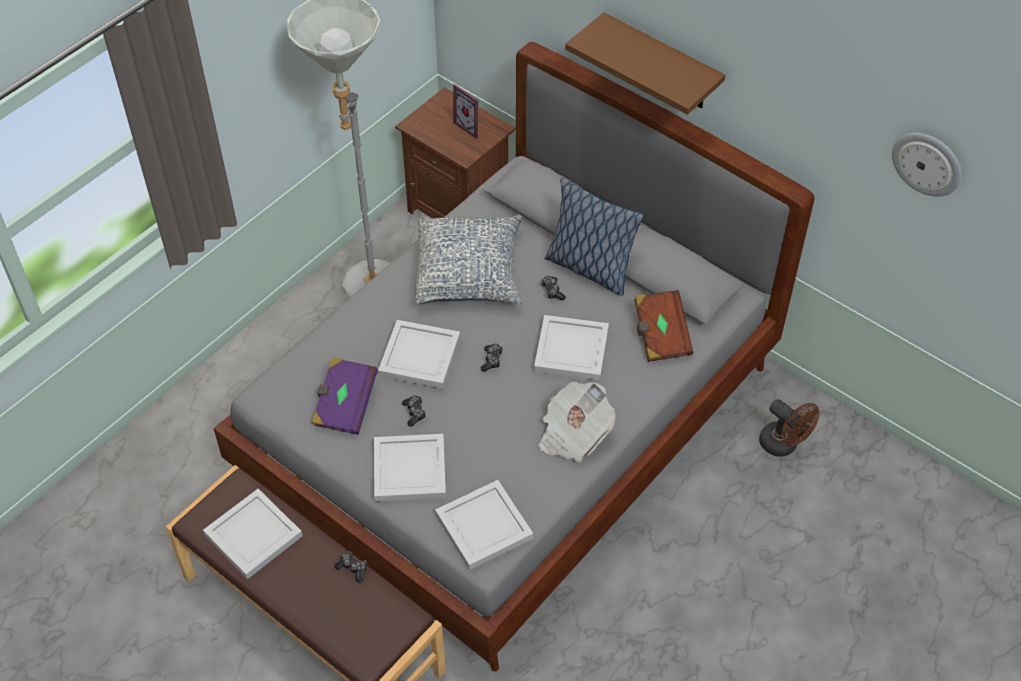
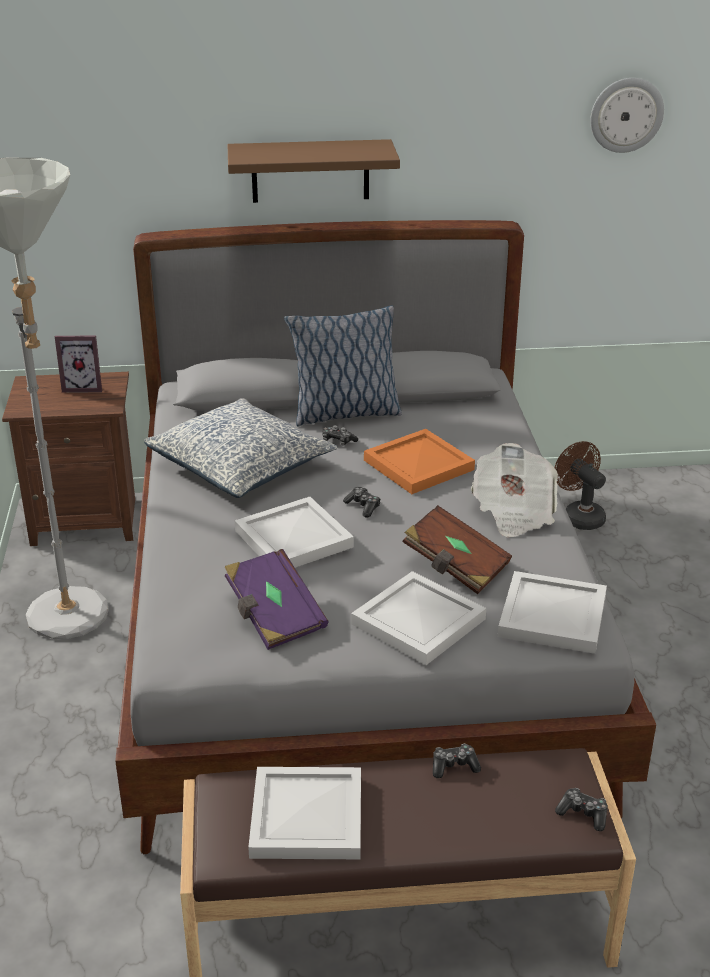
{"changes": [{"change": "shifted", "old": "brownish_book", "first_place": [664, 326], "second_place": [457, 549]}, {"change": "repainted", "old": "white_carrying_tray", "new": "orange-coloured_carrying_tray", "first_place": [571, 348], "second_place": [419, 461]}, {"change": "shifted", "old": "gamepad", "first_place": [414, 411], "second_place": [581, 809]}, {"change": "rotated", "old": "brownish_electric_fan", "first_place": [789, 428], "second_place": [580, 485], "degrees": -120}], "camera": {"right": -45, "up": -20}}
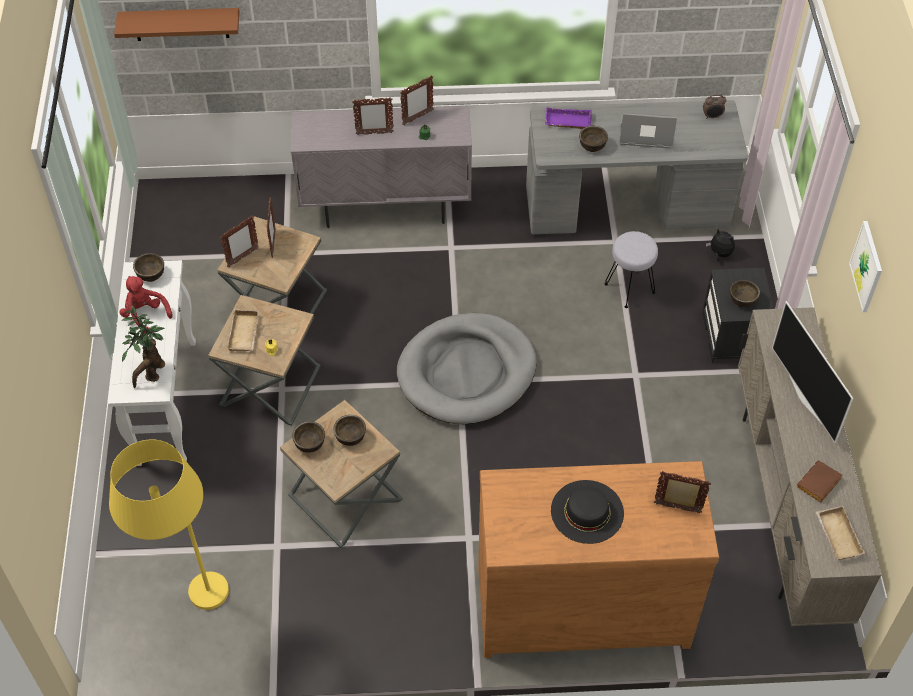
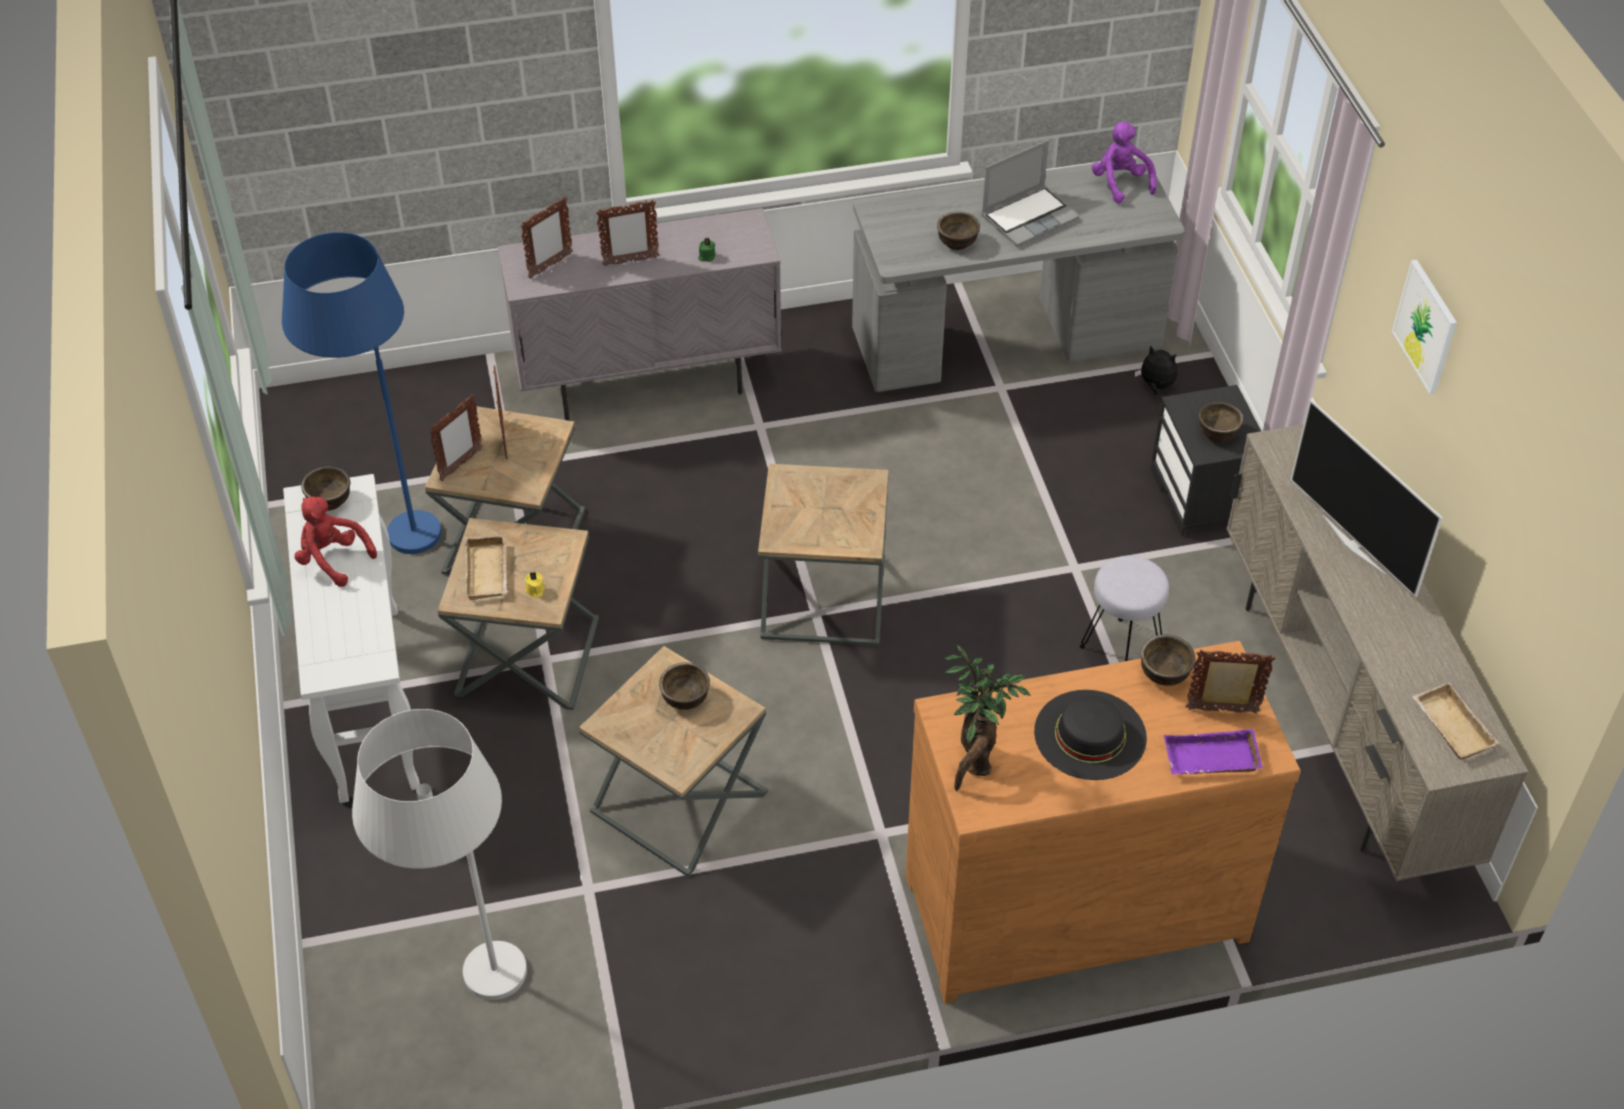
{"changes": [{"change": "gone", "old": "brownish_shelf", "first_place": [176, 24]}, {"change": "shifted", "old": "standing_frame", "first_place": [417, 100], "second_place": [546, 237]}, {"change": "swapped", "old": "table_clock", "new": "purple-coloured_cuddly_toy", "first_place": [714, 106], "second_place": [1124, 163]}, {"change": "shifted", "old": "purple-coloured_carrying_tray", "first_place": [568, 118], "second_place": [1213, 752]}, {"change": "rotated", "old": "notebook_computer", "first_place": [648, 130], "second_place": [1030, 193], "degrees": 150}, {"change": "shifted", "old": "gray_stool", "first_place": [631, 269], "second_place": [1124, 608]}, {"change": "shifted", "old": "plant_in_a_pot", "first_place": [143, 346], "second_place": [987, 718]}, {"change": "swapped", "old": "gray_dog_cushion", "new": "brownish_end_table", "first_place": [467, 368], "second_place": [823, 555]}, {"change": "shifted", "old": "brownish_serving_bowl", "first_place": [308, 437], "second_place": [1168, 660]}, {"change": "repainted", "old": "yellow-coloured_floor_lamp", "new": "white_floor_lamp", "first_place": [169, 524], "second_place": [439, 854]}, {"change": "gone", "old": "brownish_book", "first_place": [819, 481]}, {"change": "new", "new": "blue-coloured_floor_lamp", "second_place": [361, 393]}], "camera": {"right": -10, "up": -5}}
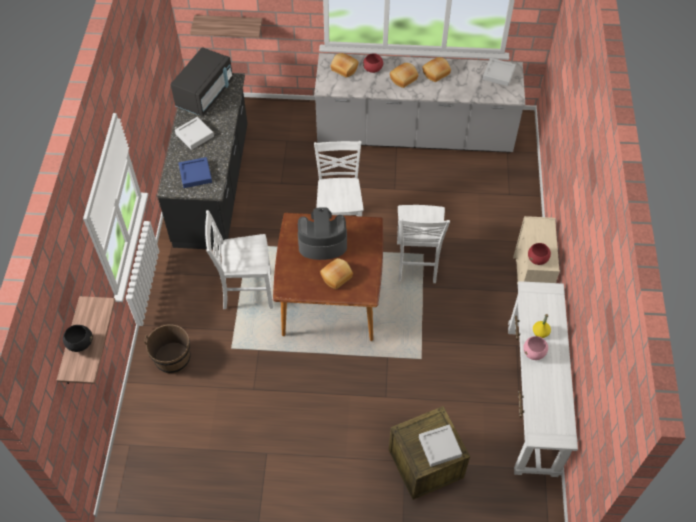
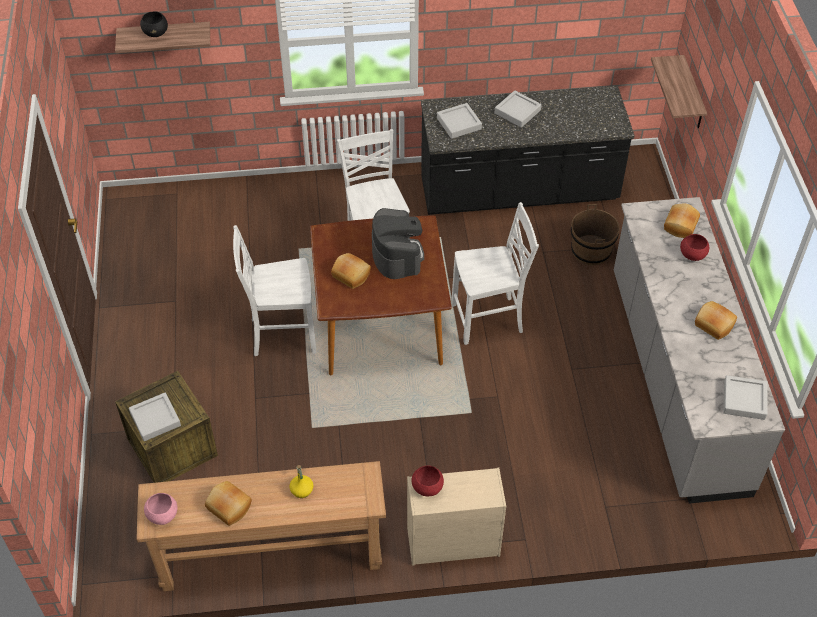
{"changes": [{"change": "gone", "old": "black-coloured_microwave_oven", "first_place": [202, 81]}, {"change": "shifted", "old": "bakery_bread", "first_place": [404, 75], "second_place": [228, 503]}, {"change": "repainted", "old": "blue-coloured_carrying_tray", "new": "gray_carrying_tray", "first_place": [195, 172], "second_place": [459, 121]}, {"change": "shifted", "old": "white_chair", "first_place": [423, 244], "second_place": [275, 290]}, {"change": "repainted", "old": "white_hall_table", "new": "brownish_hall_table", "first_place": [543, 379], "second_place": [261, 526]}, {"change": "shifted", "old": "brownish_pail", "first_place": [167, 349], "second_place": [595, 234]}, {"change": "shifted", "old": "pink-coloured_serving_bowl", "first_place": [535, 348], "second_place": [160, 509]}], "camera": {"right": 80, "up": -5}}
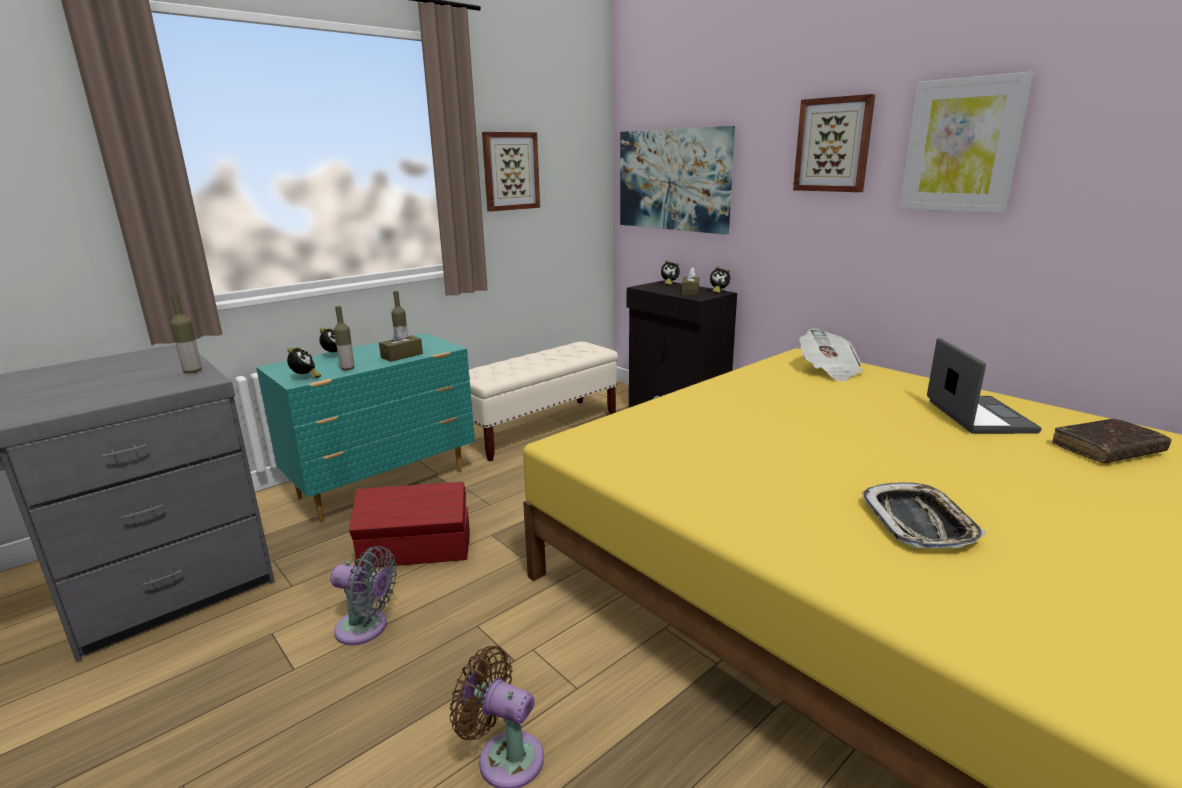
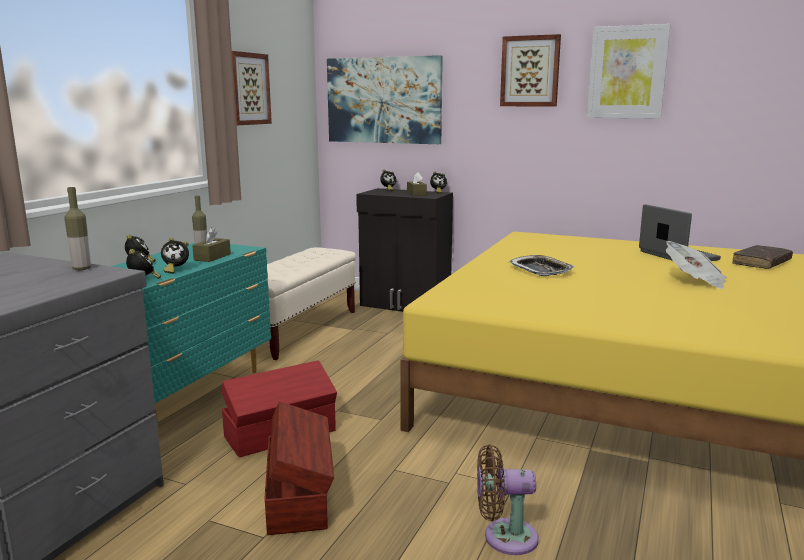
{"changes": [{"change": "swapped", "old": "drink_bottle", "new": "table_clock", "first_place": [344, 338], "second_place": [175, 256]}, {"change": "shifted", "old": "newspaper", "first_place": [831, 355], "second_place": [696, 265]}, {"change": "shifted", "old": "carrying_tray", "first_place": [924, 515], "second_place": [541, 265]}, {"change": "swapped", "old": "gray_electric_fan", "new": "brownish_storage_bin", "first_place": [363, 595], "second_place": [299, 468]}], "camera": {"right": -25, "up": -5}}
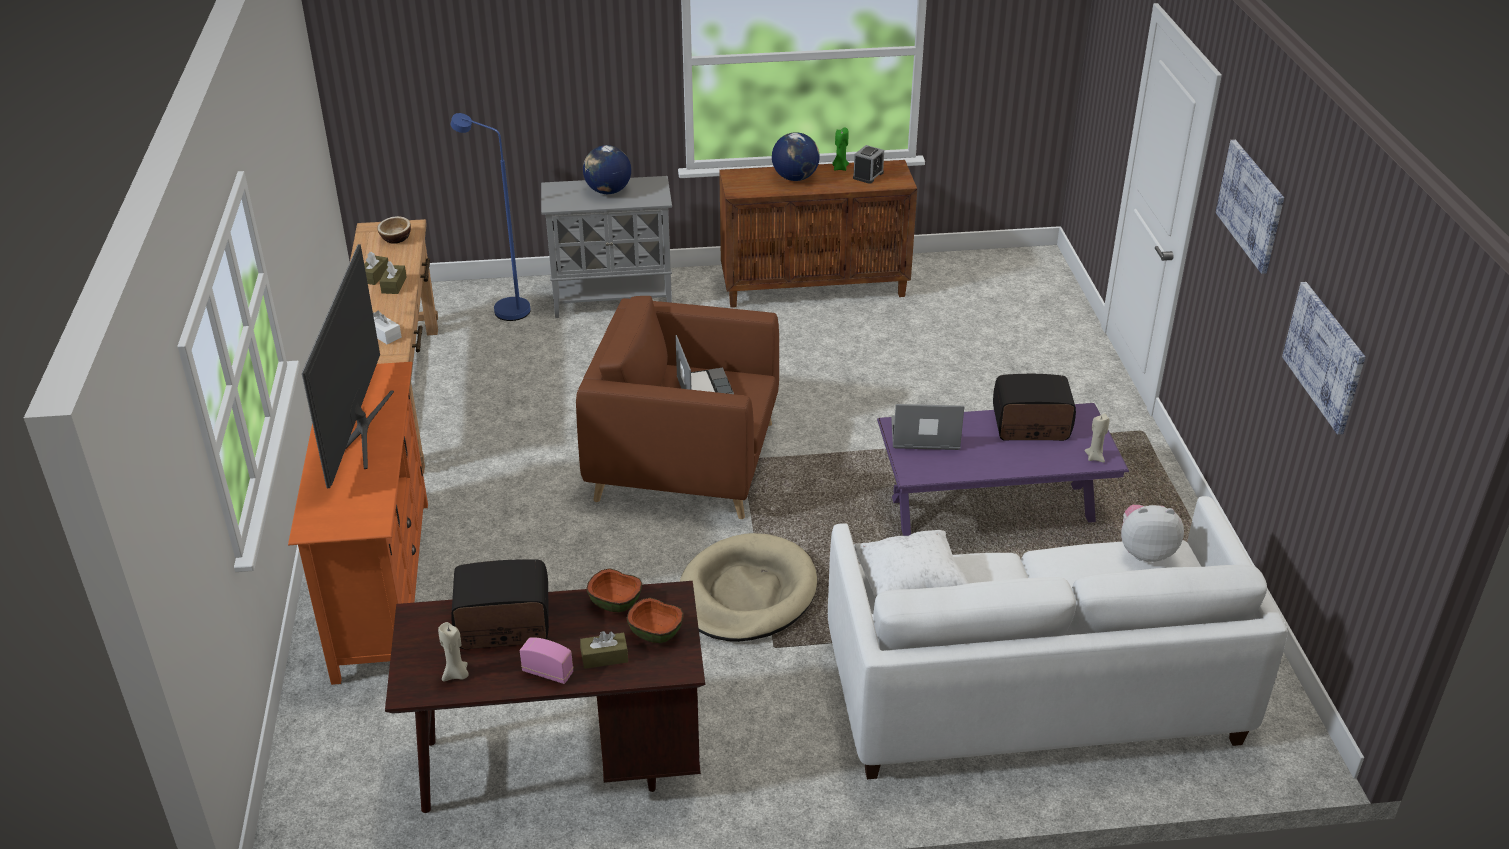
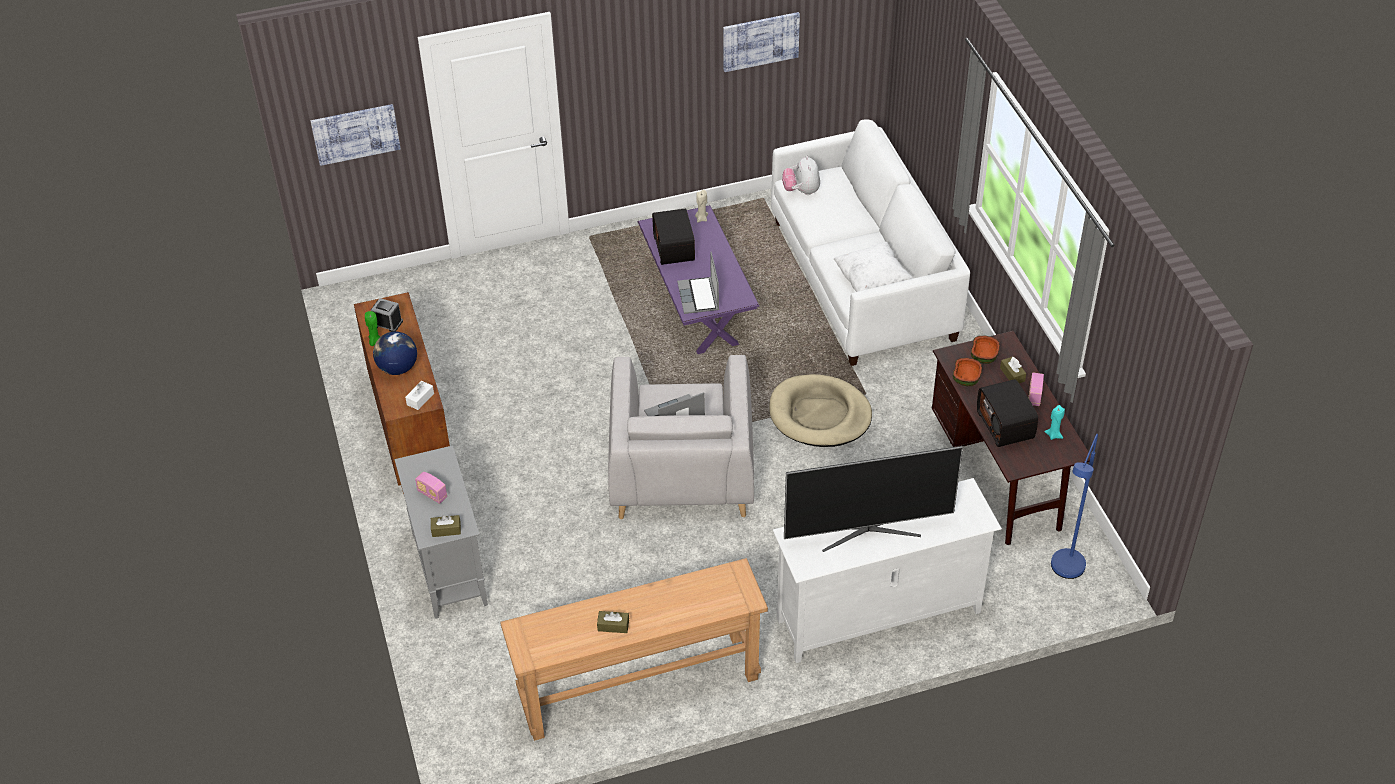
{"changes": [{"change": "shifted", "old": "blue-coloured_floor_lamp", "first_place": [491, 217], "second_place": [1074, 506]}, {"change": "shifted", "old": "wall_art", "first_place": [1250, 207], "second_place": [355, 135]}, {"change": "swapped", "old": "desk_globe", "new": "radio_receiver", "first_place": [607, 169], "second_place": [431, 488]}, {"change": "gone", "old": "serving_bowl", "first_place": [394, 230]}, {"change": "shifted", "old": "brownish_tissue_holder", "first_place": [393, 277], "second_place": [446, 526]}, {"change": "repainted", "old": "brownish_lounge_chair", "new": "gray_lounge_chair", "first_place": [677, 407], "second_place": [681, 437]}, {"change": "shifted", "old": "white_tissue_holder", "first_place": [387, 327], "second_place": [419, 395]}, {"change": "repainted", "old": "orange-coloured_tv_stand", "new": "white_tv_stand", "first_place": [358, 523], "second_place": [887, 570]}, {"change": "repainted", "old": "sand-coloured_candle", "new": "blue-green_candle", "first_place": [453, 651], "second_place": [1054, 422]}], "camera": {"right": -100, "up": 10}}
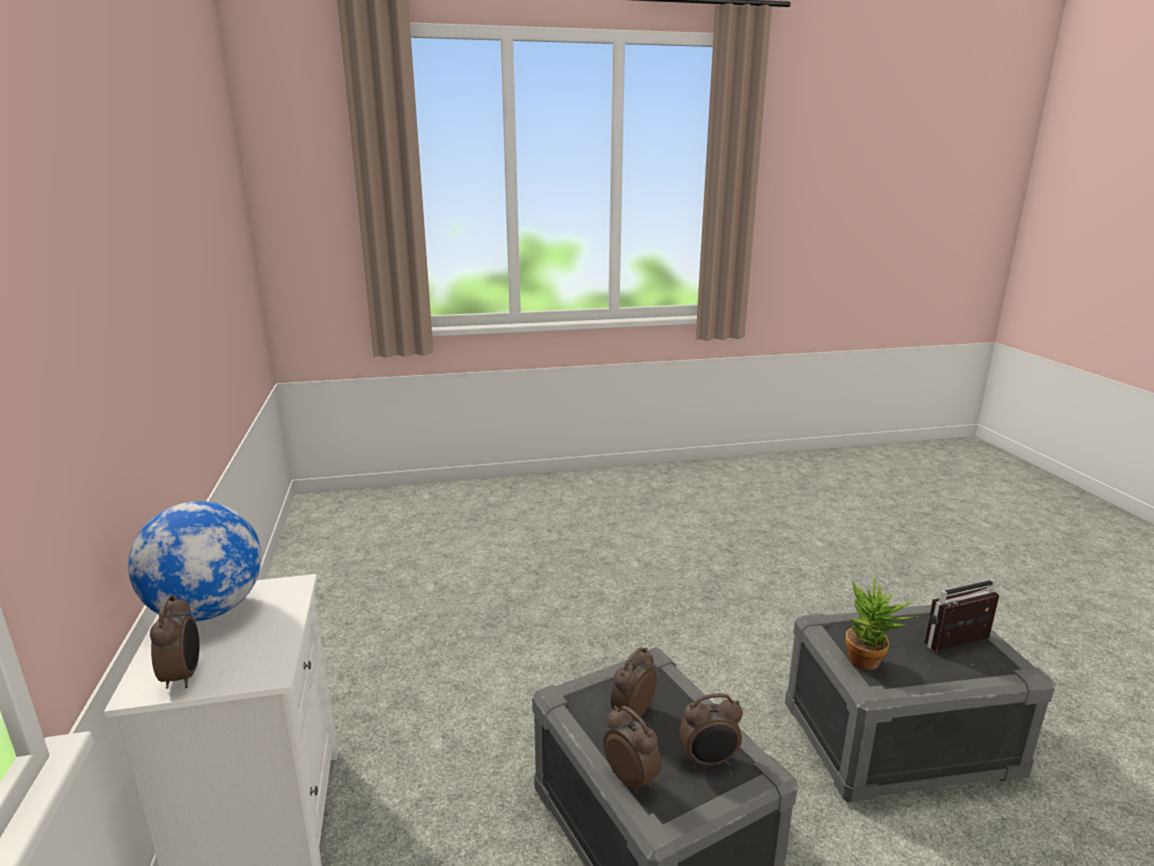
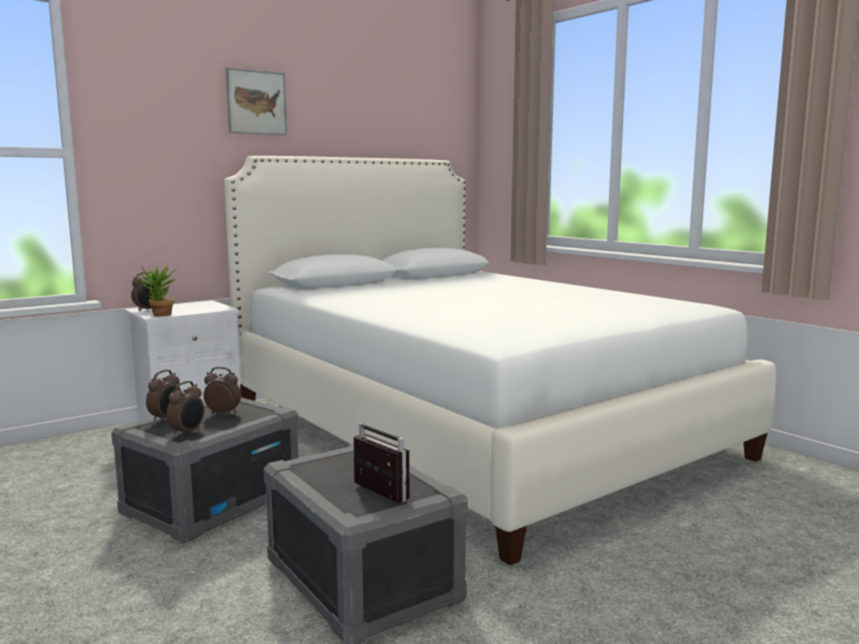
{"changes": [{"change": "gone", "old": "desk_globe", "first_place": [195, 561]}, {"change": "shifted", "old": "plant_in_a_pot", "first_place": [882, 623], "second_place": [158, 291]}, {"change": "rotated", "old": "table_clock", "first_place": [711, 730], "second_place": [185, 409], "degrees": -120}, {"change": "new", "new": "wall_art", "second_place": [256, 101]}, {"change": "new", "new": "white_bed", "second_place": [500, 360]}], "camera": {"right": 65, "up": -10}}
